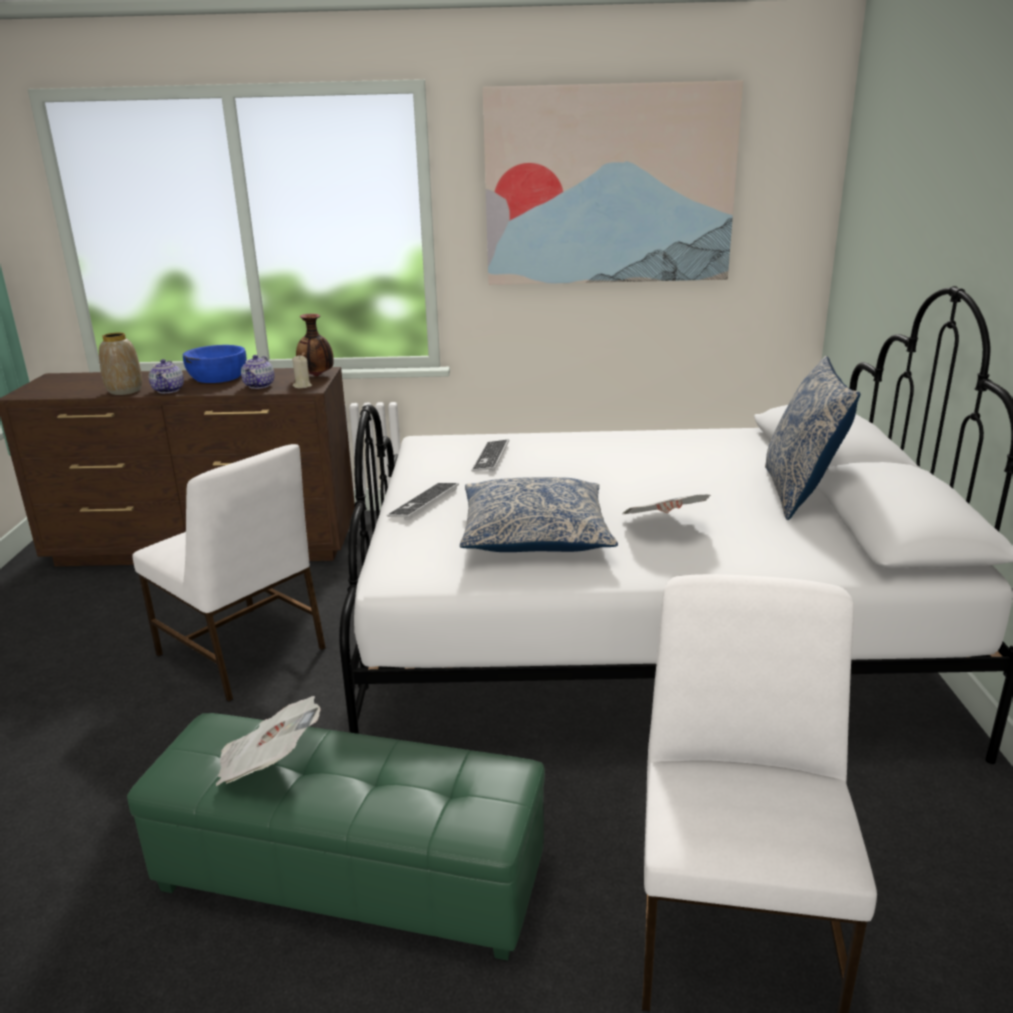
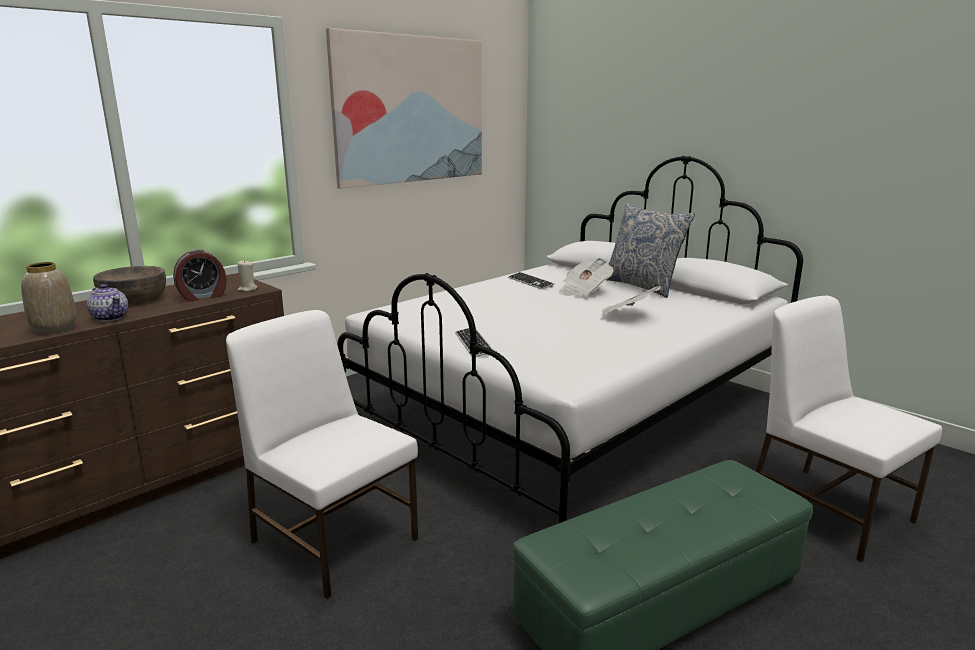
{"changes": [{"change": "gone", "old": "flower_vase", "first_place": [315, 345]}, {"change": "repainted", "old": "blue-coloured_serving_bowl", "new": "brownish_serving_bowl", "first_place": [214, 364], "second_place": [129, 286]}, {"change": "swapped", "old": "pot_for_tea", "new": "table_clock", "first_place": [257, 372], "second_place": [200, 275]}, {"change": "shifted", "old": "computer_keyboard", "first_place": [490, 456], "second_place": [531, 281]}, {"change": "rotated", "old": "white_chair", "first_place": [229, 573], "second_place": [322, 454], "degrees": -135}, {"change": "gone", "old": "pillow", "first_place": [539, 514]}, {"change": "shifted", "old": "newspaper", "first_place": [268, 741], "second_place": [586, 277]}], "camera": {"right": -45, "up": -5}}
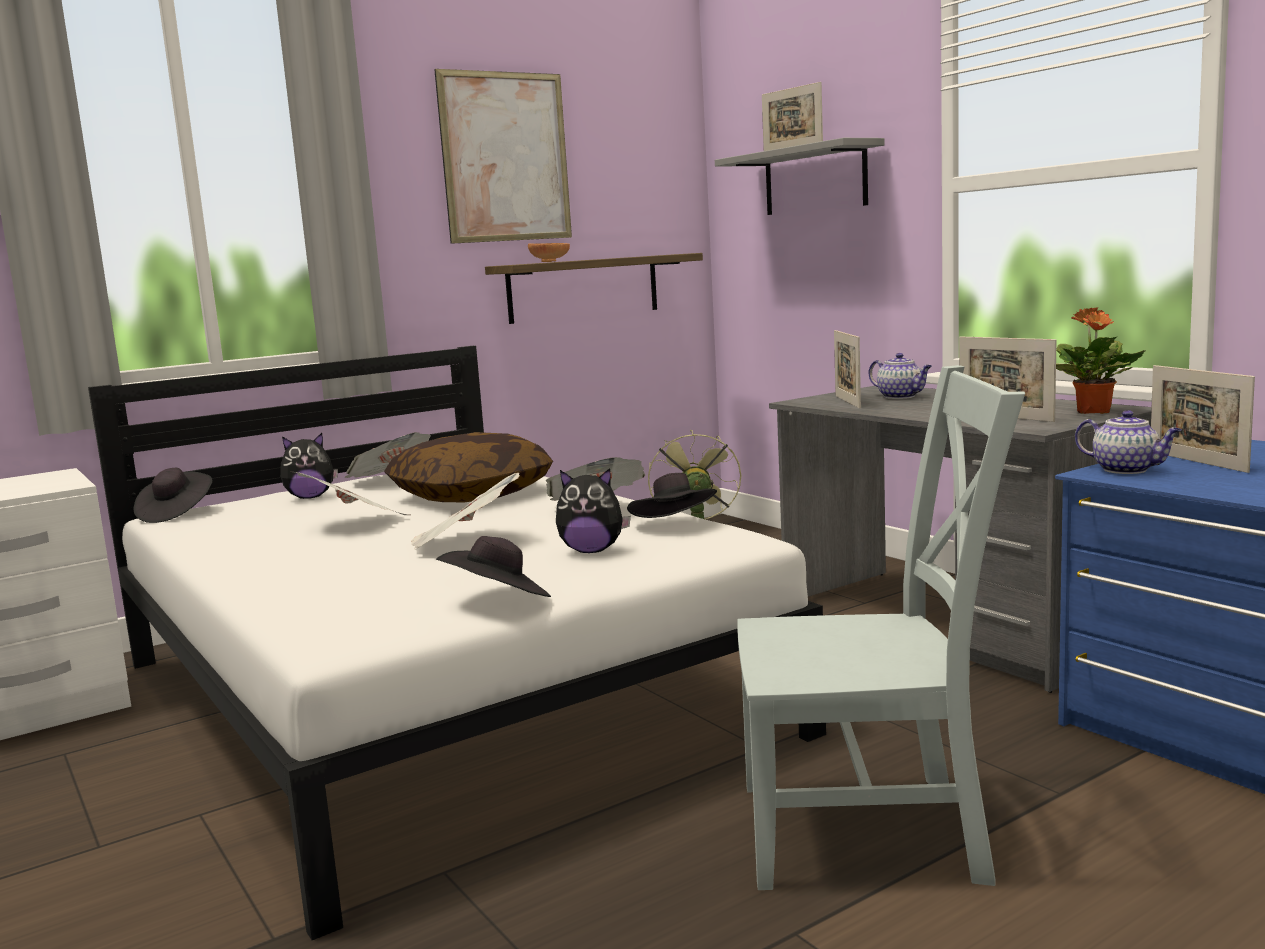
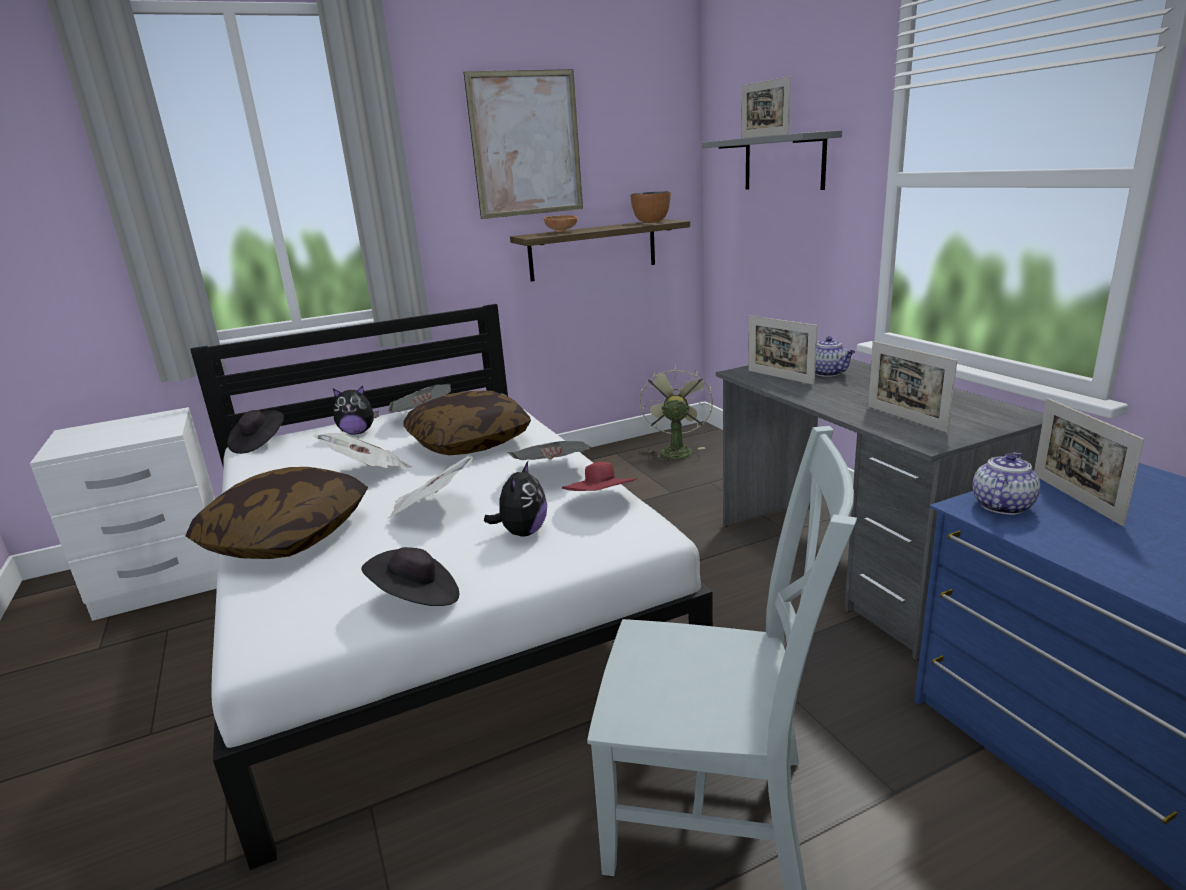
{"changes": [{"change": "gone", "old": "plant_in_a_pot", "first_place": [1100, 361]}, {"change": "rotated", "old": "standing_frame", "first_place": [847, 369], "second_place": [782, 350], "degrees": -45}, {"change": "rotated", "old": "pot_for_tea", "first_place": [1128, 442], "second_place": [1006, 483], "degrees": -105}, {"change": "rotated", "old": "cuddly_toy", "first_place": [593, 510], "second_place": [515, 499], "degrees": -90}, {"change": "repainted", "old": "black-coloured_clothing_hat", "new": "red-coloured_clothing_hat", "first_place": [672, 495], "second_place": [600, 476]}, {"change": "new", "new": "serving_bowl", "second_place": [650, 207]}, {"change": "new", "new": "pillow", "second_place": [276, 513]}], "camera": {"right": 10, "up": 10}}
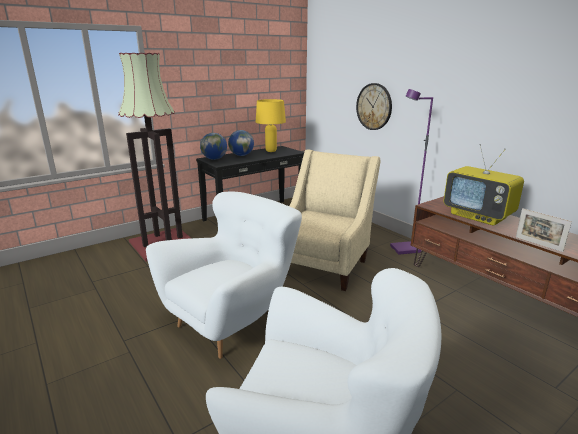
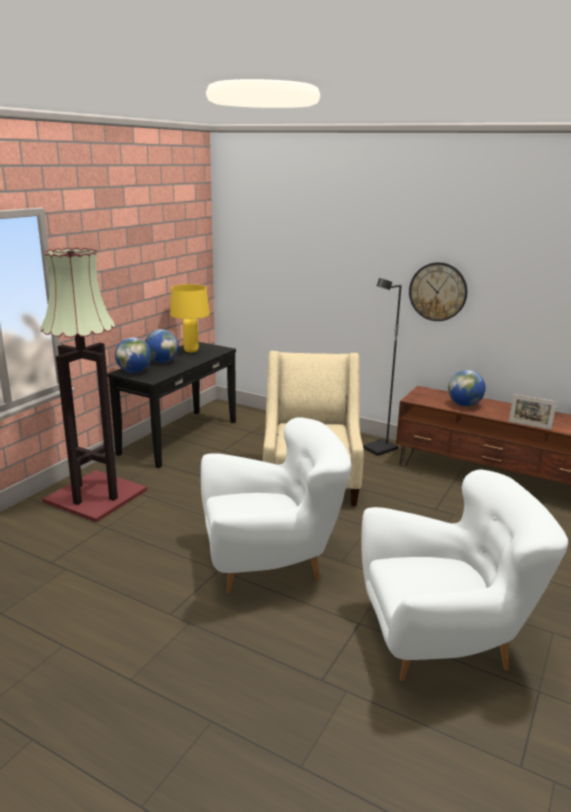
{"changes": [{"change": "shifted", "old": "clock_on_the_wall", "first_place": [374, 106], "second_place": [438, 291]}, {"change": "repainted", "old": "purple-coloured_floor_lamp", "new": "black-coloured_floor_lamp", "first_place": [411, 172], "second_place": [382, 367]}, {"change": "swapped", "old": "TV", "new": "desk_globe", "first_place": [484, 185], "second_place": [467, 388]}, {"change": "rotated", "old": "white_lounge_chair", "first_place": [224, 275], "second_place": [276, 505], "degrees": 60}], "camera": {"right": -25, "up": 0}}
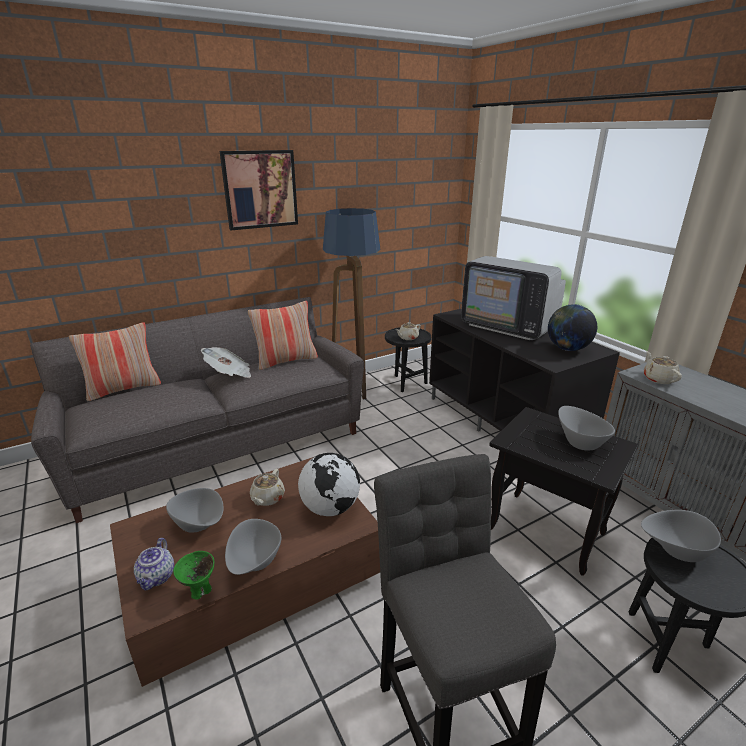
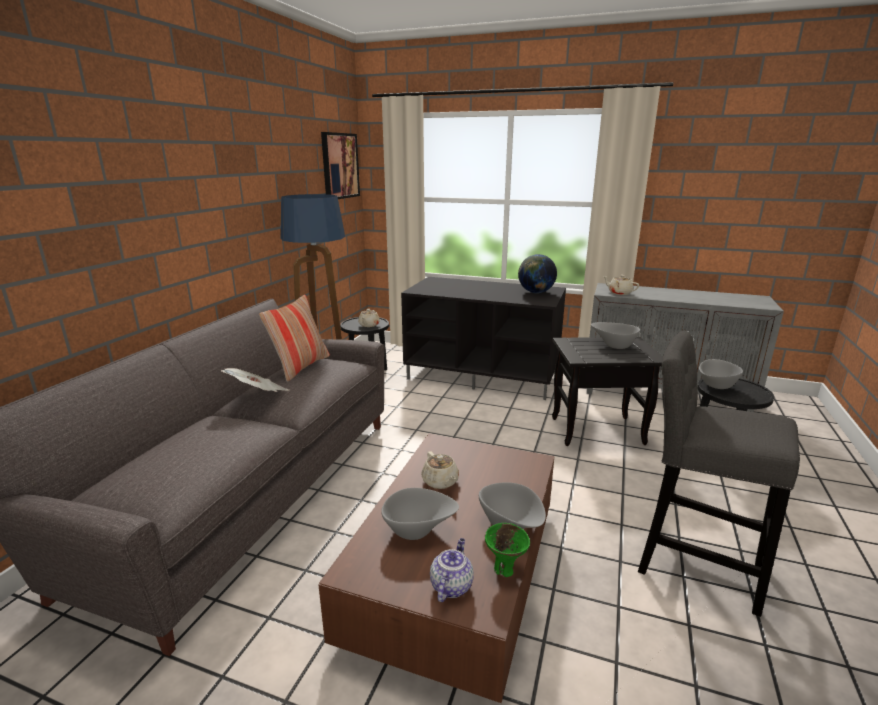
{"changes": [{"change": "shifted", "old": "wall_art", "first_place": [259, 190], "second_place": [340, 165]}, {"change": "gone", "old": "TV", "first_place": [513, 298]}, {"change": "gone", "old": "pillow", "first_place": [115, 362]}, {"change": "gone", "old": "desk_globe", "first_place": [329, 484]}, {"change": "rotated", "old": "pot_for_tea", "first_place": [154, 564], "second_place": [452, 570], "degrees": -120}], "camera": {"right": -40, "up": -5}}
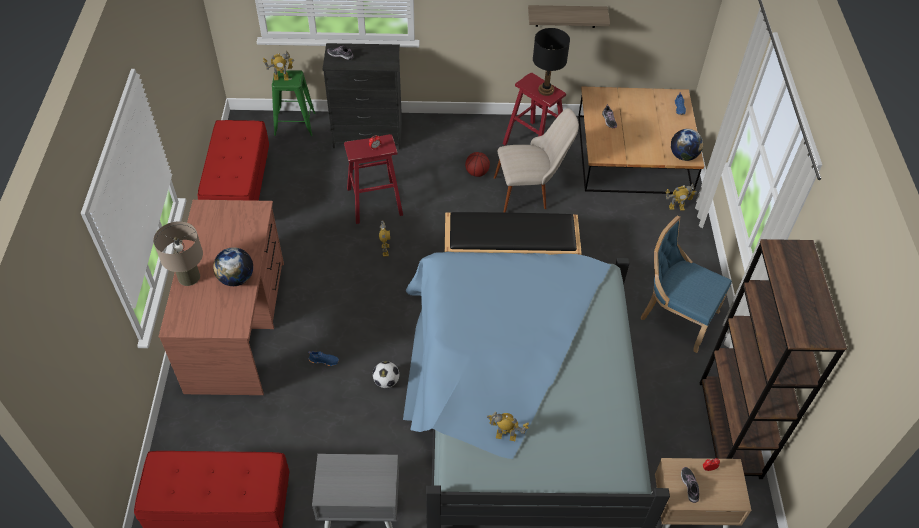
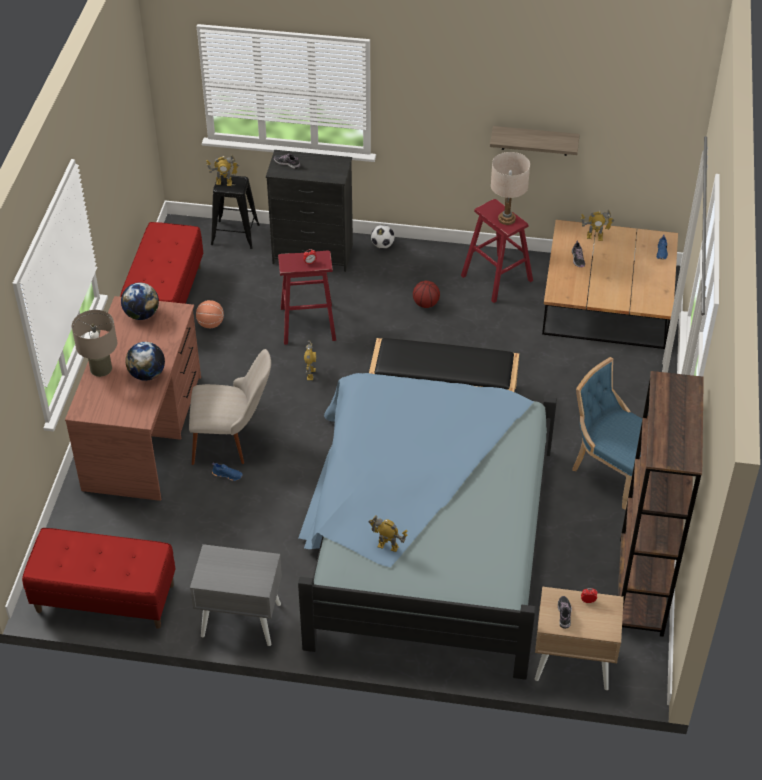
{"changes": [{"change": "repainted", "old": "black-coloured_table_lamp", "new": "sand-coloured_table_lamp", "first_place": [551, 62], "second_place": [510, 188]}, {"change": "repainted", "old": "green_stool", "new": "black-coloured_stool", "first_place": [293, 103], "second_place": [235, 212]}, {"change": "shifted", "old": "sand-coloured_chair", "first_place": [536, 160], "second_place": [230, 407]}, {"change": "shifted", "old": "desk_globe", "first_place": [687, 145], "second_place": [140, 301]}, {"change": "shifted", "old": "model_robot", "first_place": [681, 197], "second_place": [597, 225]}, {"change": "shifted", "old": "ball_for_football", "first_place": [386, 374], "second_place": [383, 237]}, {"change": "new", "new": "ball_for_basketball", "second_place": [210, 314]}], "camera": {"right": 10, "up": -5}}
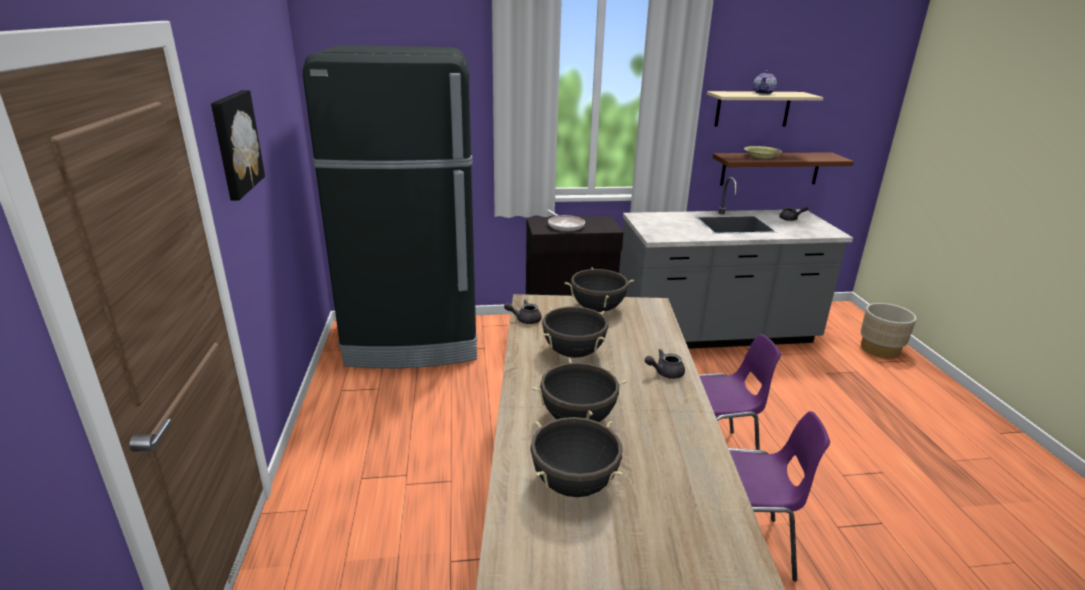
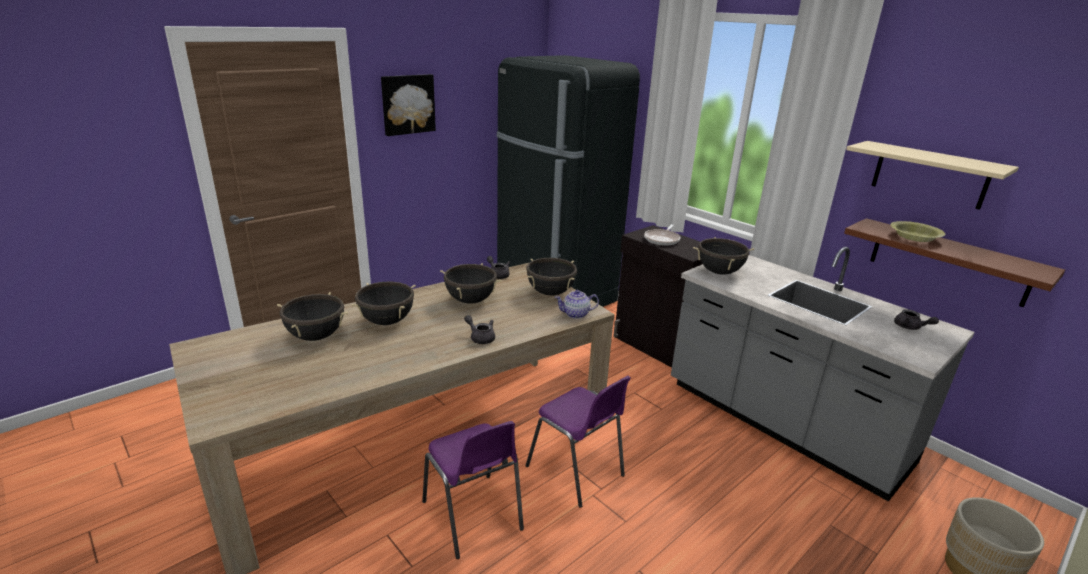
{"changes": [{"change": "shifted", "old": "pot_for_tea", "first_place": [765, 82], "second_place": [577, 304]}, {"change": "new", "new": "black-coloured_saucepot", "second_place": [723, 256]}], "camera": {"right": 55, "up": 0}}
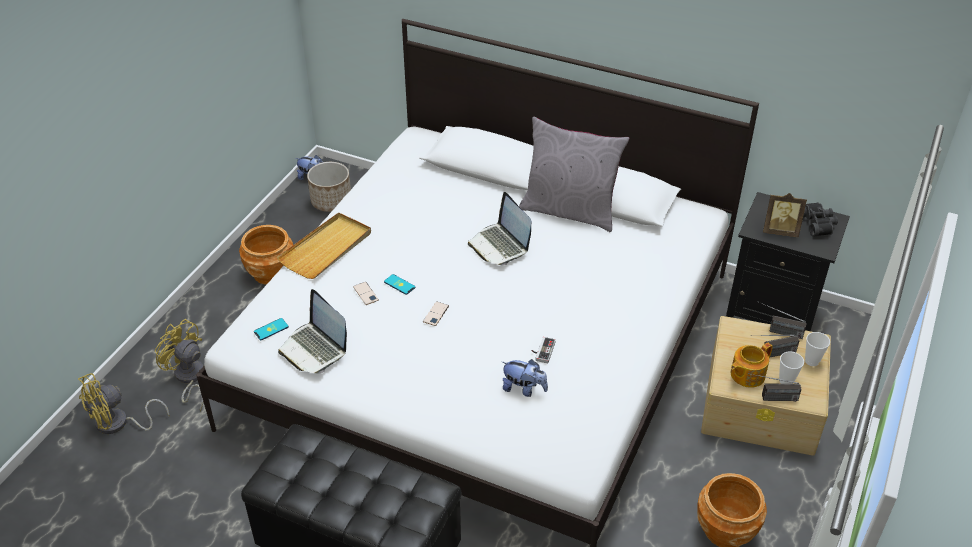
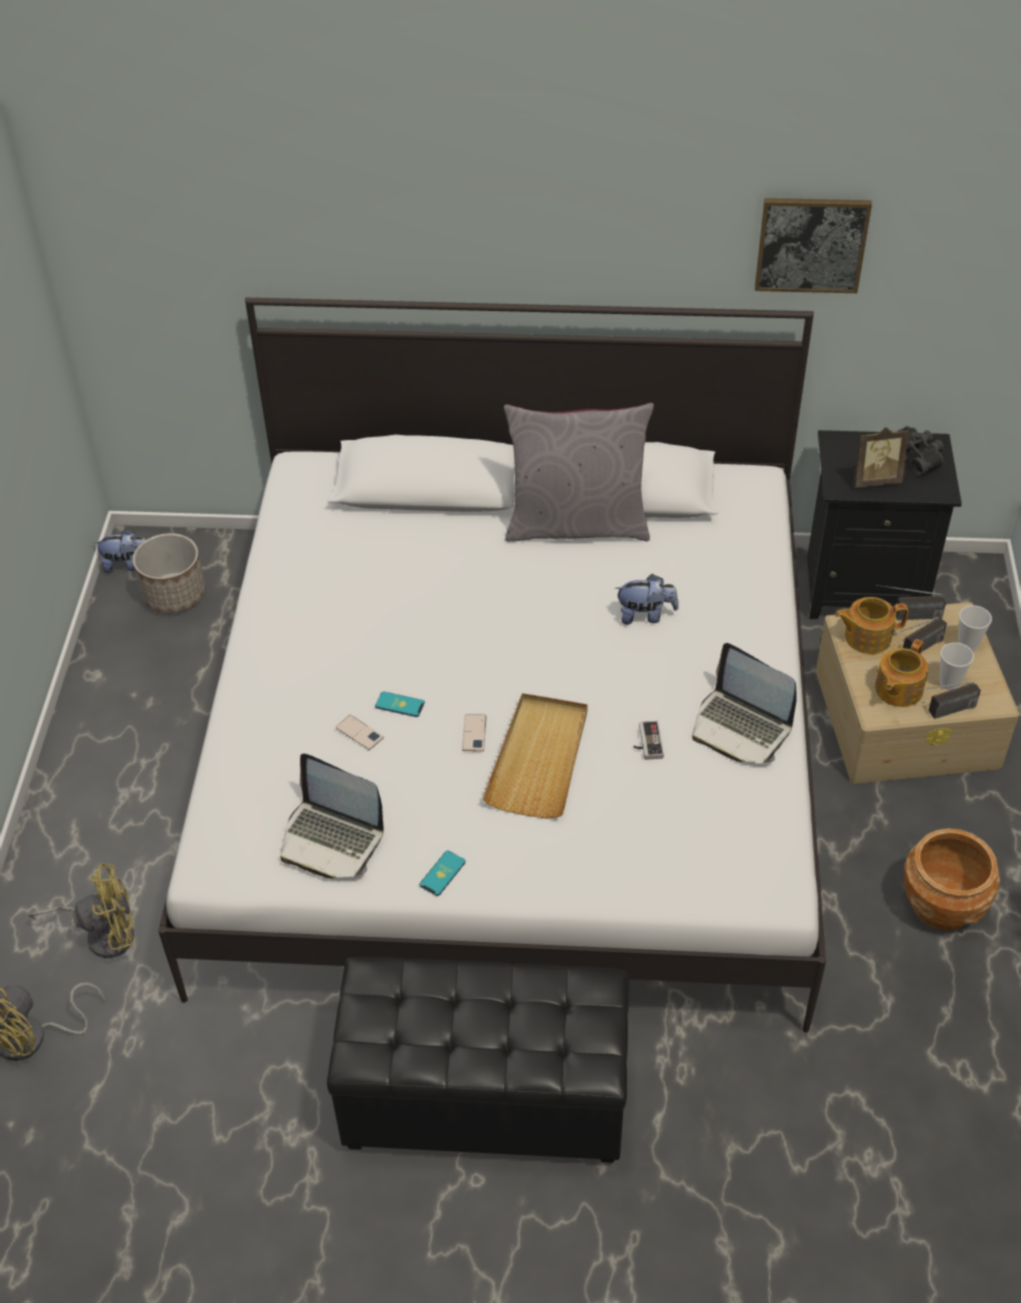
{"changes": [{"change": "shifted", "old": "notebook_computer", "first_place": [500, 229], "second_place": [744, 703]}, {"change": "shifted", "old": "sand-coloured_carrying_tray", "first_place": [324, 245], "second_place": [535, 755]}, {"change": "gone", "old": "brownish_plant_pot", "first_place": [266, 255]}, {"change": "shifted", "old": "telephone", "first_place": [271, 329], "second_place": [443, 873]}, {"change": "rotated", "old": "yellow-coloured_electric_fan", "first_place": [178, 365], "second_place": [81, 911], "degrees": 150}, {"change": "shifted", "old": "cuddly_toy", "first_place": [525, 378], "second_place": [647, 599]}, {"change": "new", "new": "wall_art", "second_place": [813, 245]}, {"change": "new", "new": "pot_for_tea", "second_place": [871, 625]}], "camera": {"right": -20, "up": 5}}
